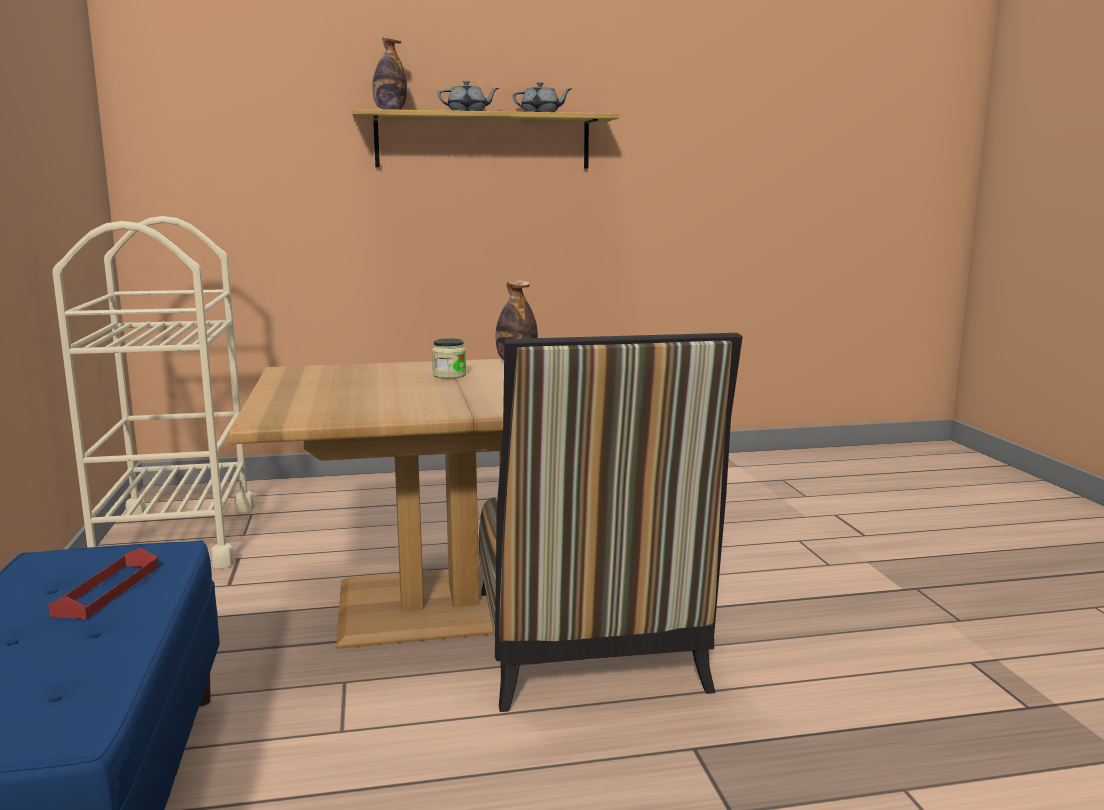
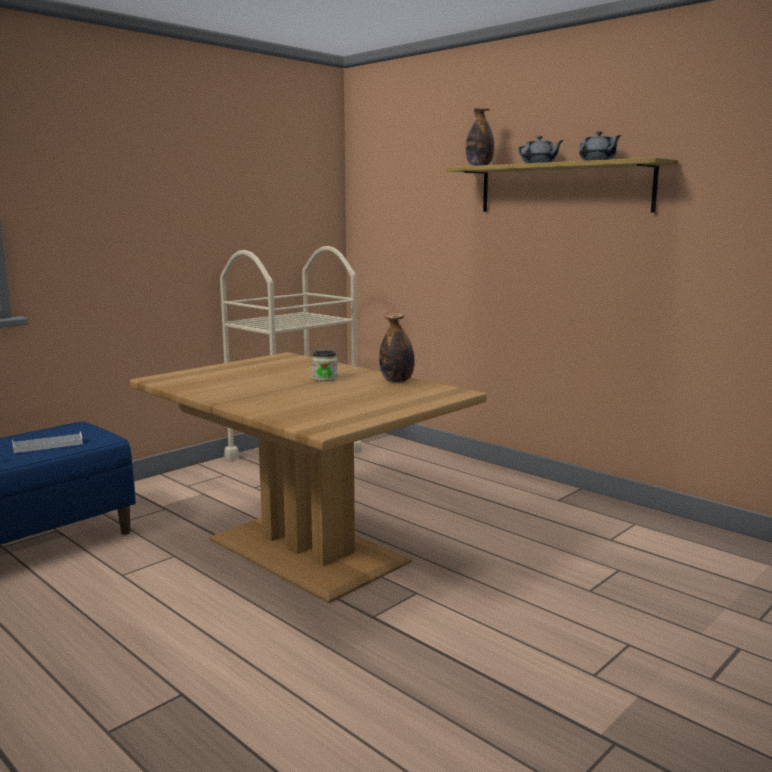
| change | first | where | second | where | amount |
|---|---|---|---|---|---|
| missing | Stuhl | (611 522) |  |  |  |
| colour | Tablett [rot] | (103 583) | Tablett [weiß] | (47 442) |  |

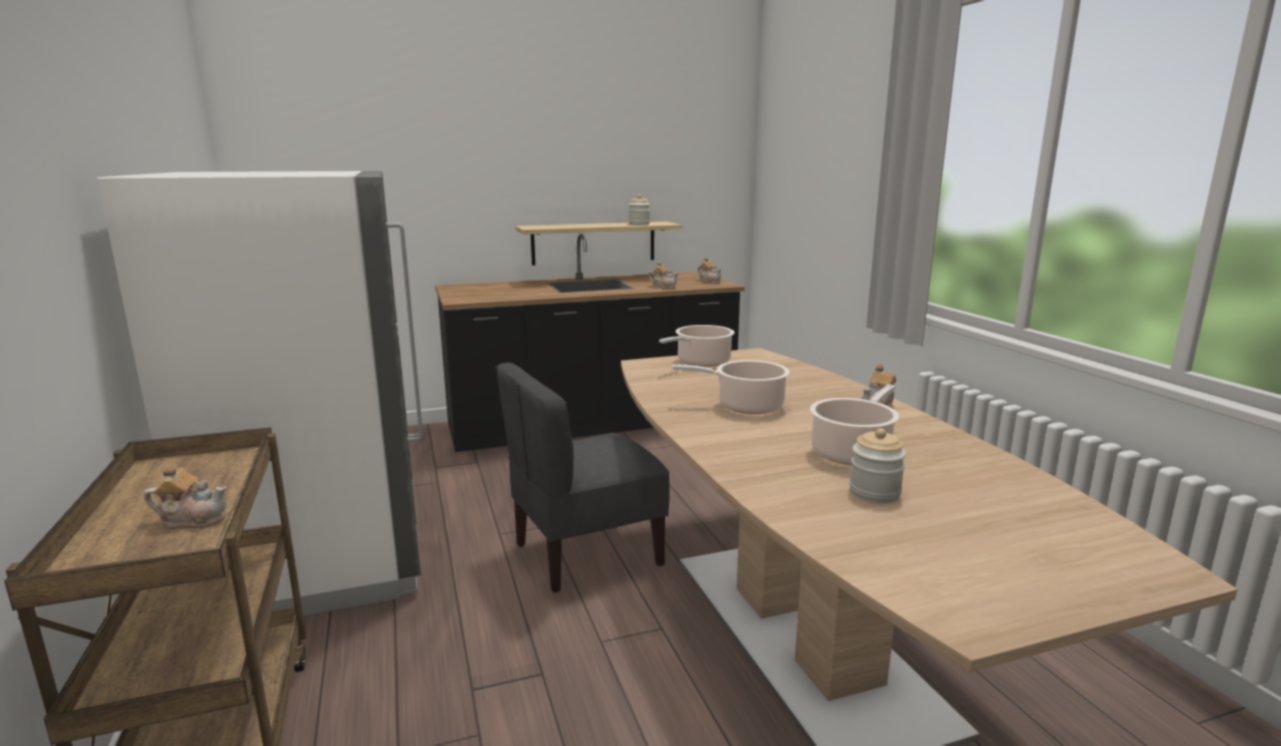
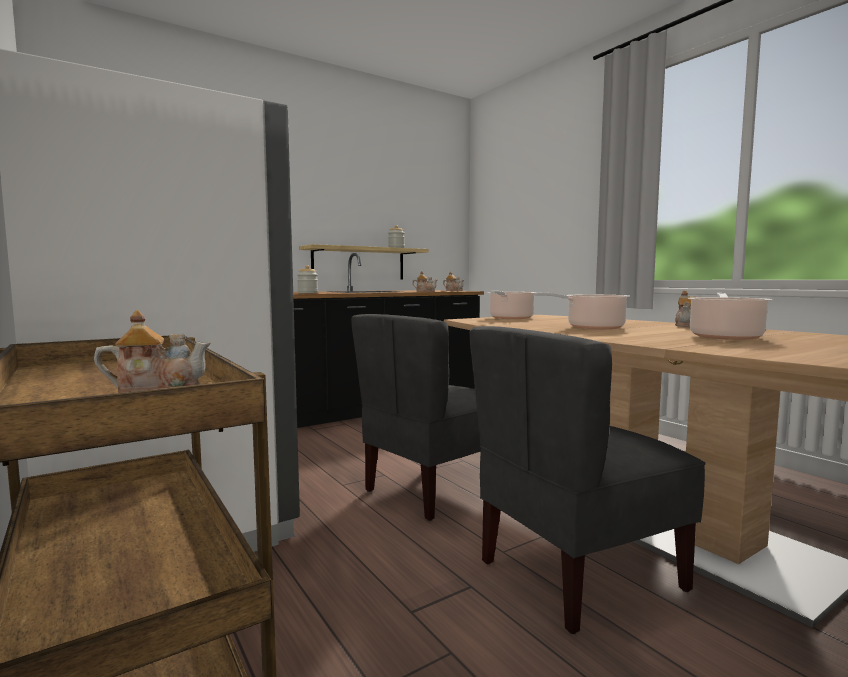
| change | first | where | second | where | amount |
|---|---|---|---|---|---|
| appeared |  |  | Stuhl [grau] | (587 480) |  |
| relocated | Vorratsglas | (877 465) |  | (307 279) |  |

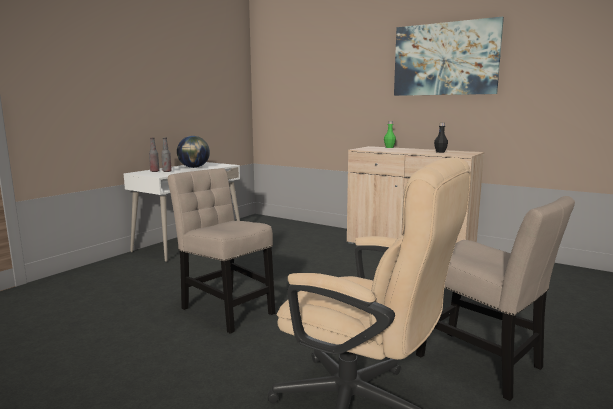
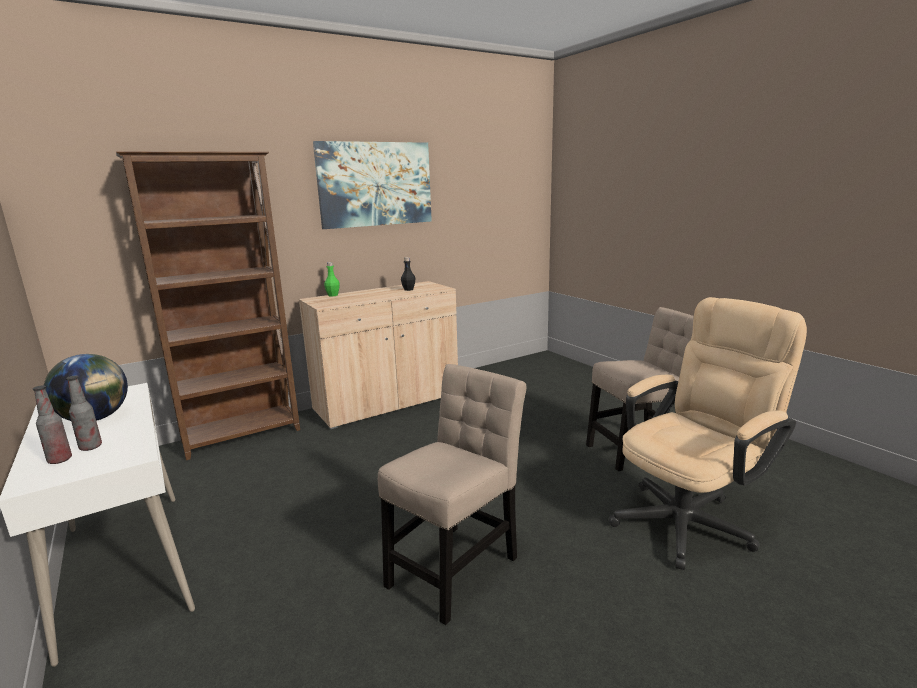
| change | first | where | second | where | amount |
|---|---|---|---|---|---|
| appeared |  |  | Bücherregal [braun] | (208 305) |  |
| spun | Stuhl [beige] | (221 251) |  | (452 494) | 150 degrees clockwise |

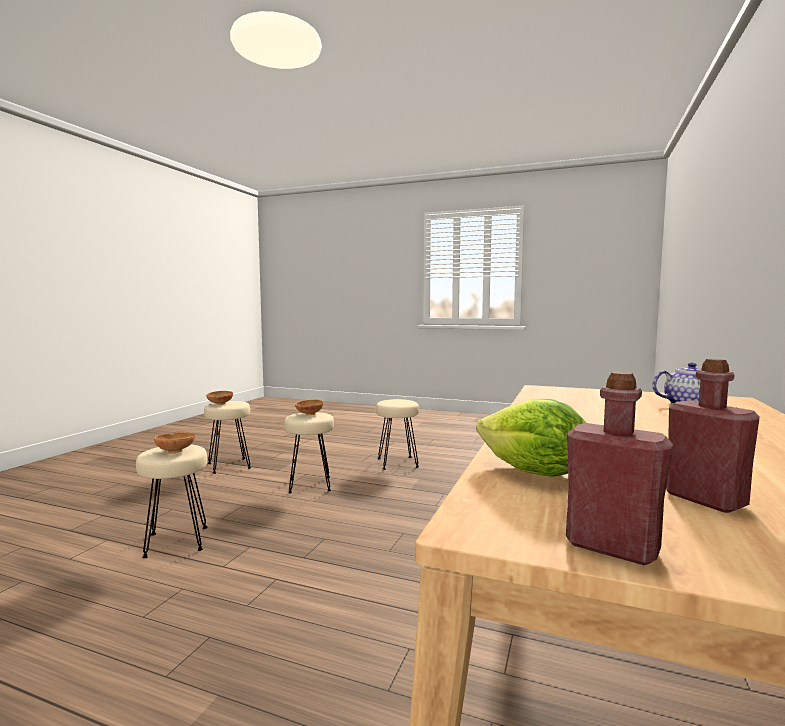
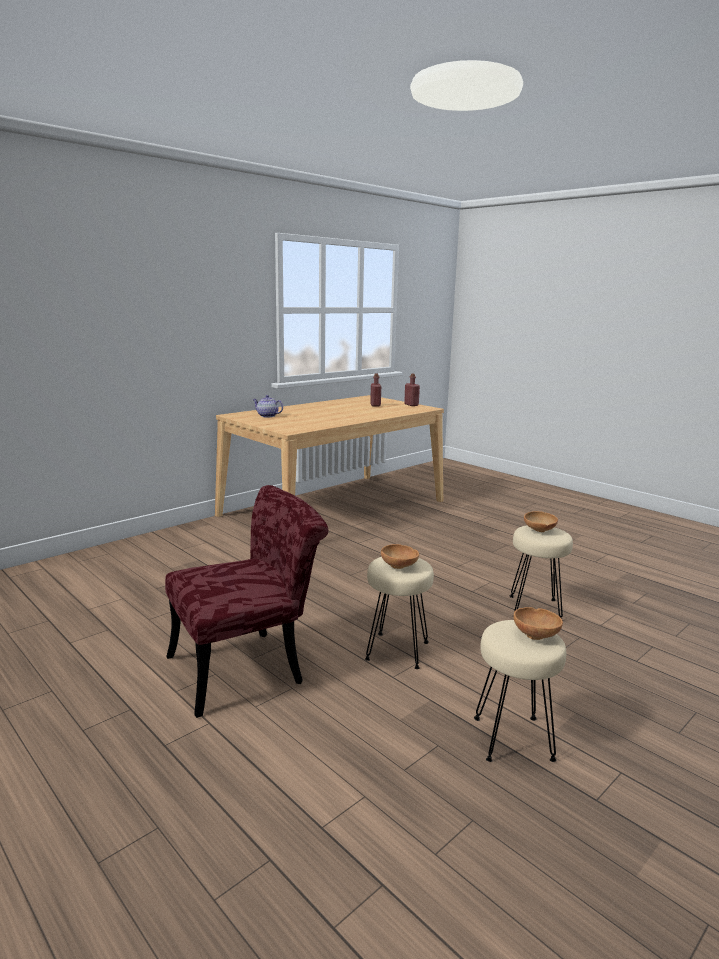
| change | first | where | second | where | amount |
|---|---|---|---|---|---|
| missing | Salatkopf | (531 438) |  |  |  |
| exchanged | Hocker [beige] | (397 434) | Stuhl [rot] | (246 601) |  |

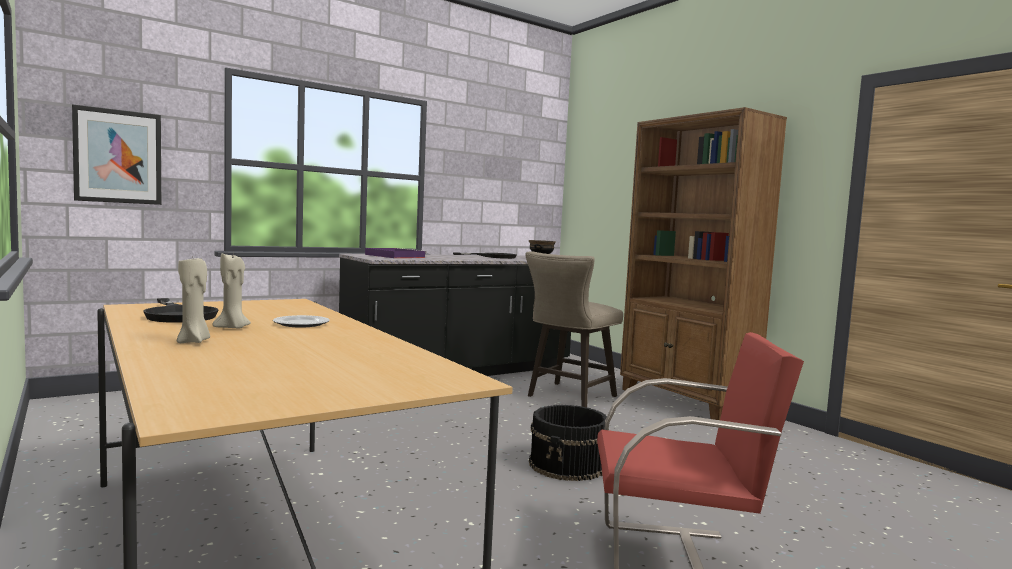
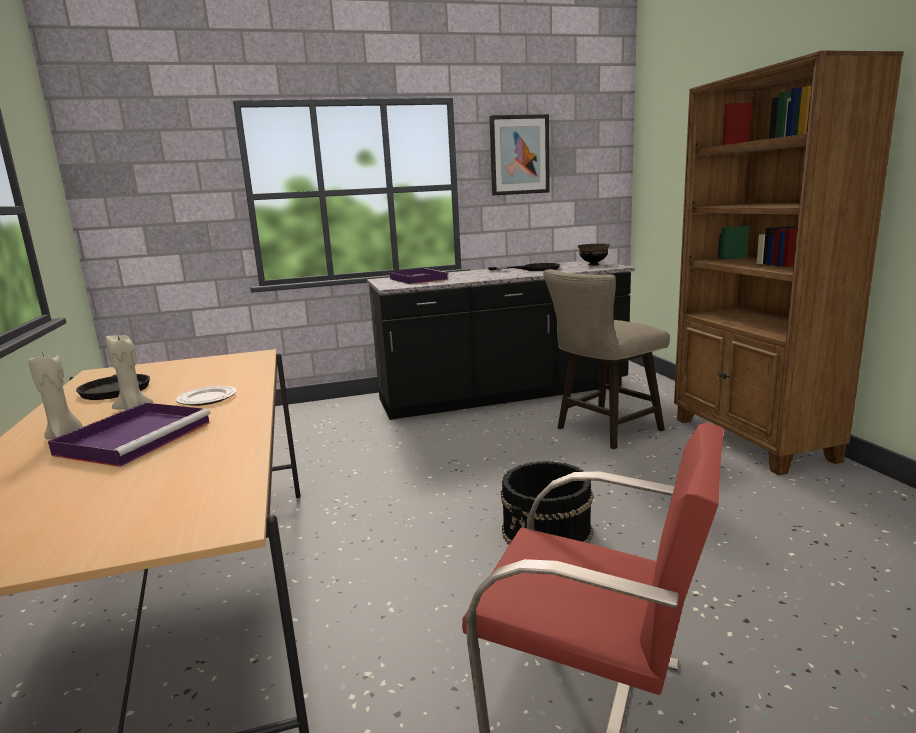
| change | first | where | second | where | amount |
|---|---|---|---|---|---|
| appeared |  |  | Tablett [lila] | (129 435) |  |
| relocated | Bild | (116 154) |  | (519 155) |  |

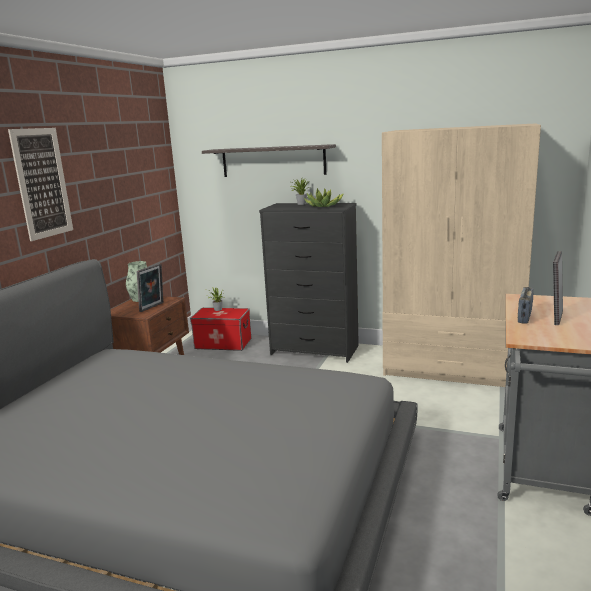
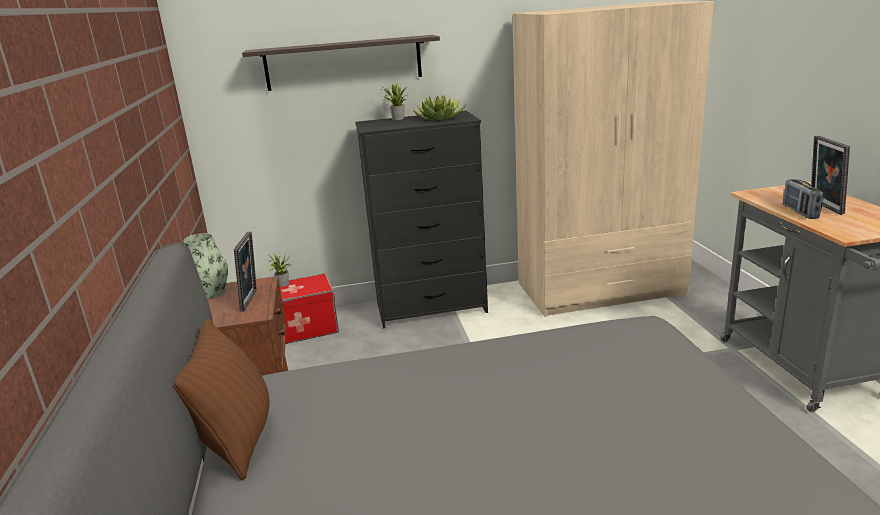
| change | first | where | second | where | amount |
|---|---|---|---|---|---|
| missing | Bild | (40 184) |  |  |  |
| appeared |  |  | Kissen [braun] | (221 399) |  |

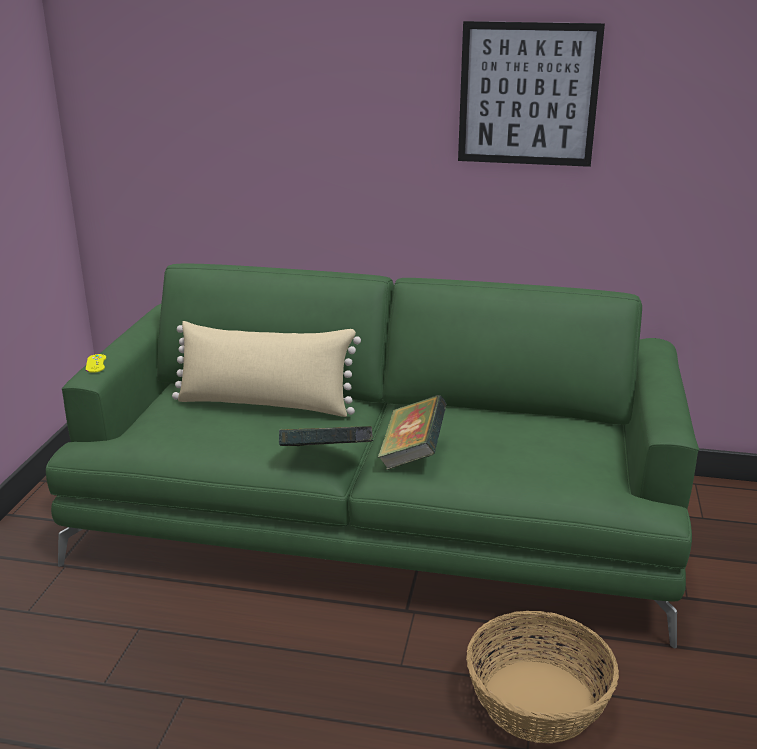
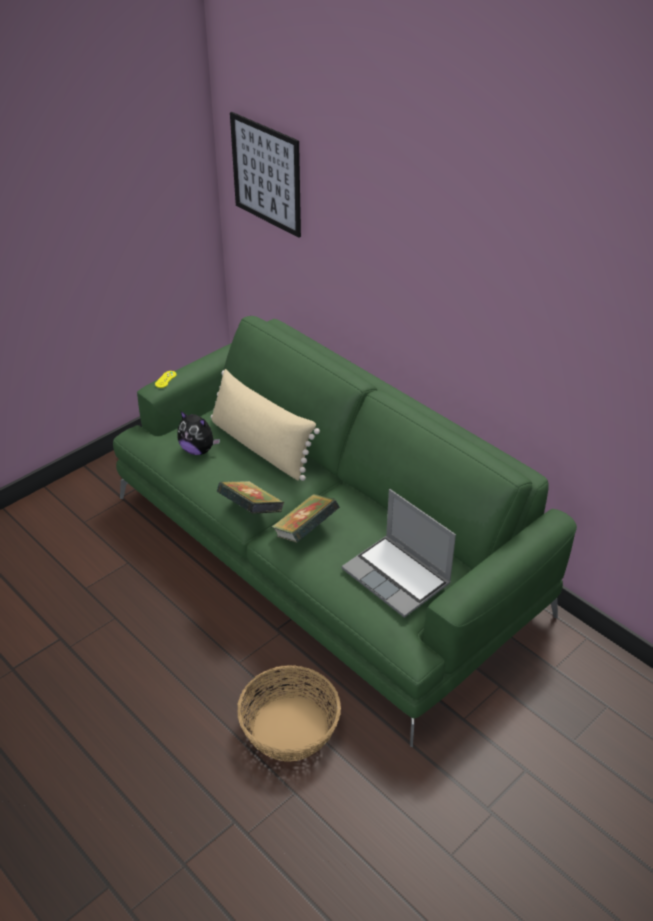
| change | first | where | second | where | amount |
|---|---|---|---|---|---|
| appeared |  |  | Plüschtier | (198 433) |  |
| appeared |  |  | Laptop | (399 553) |  |
| relocated | Bild | (531 94) |  | (265 175) |  |

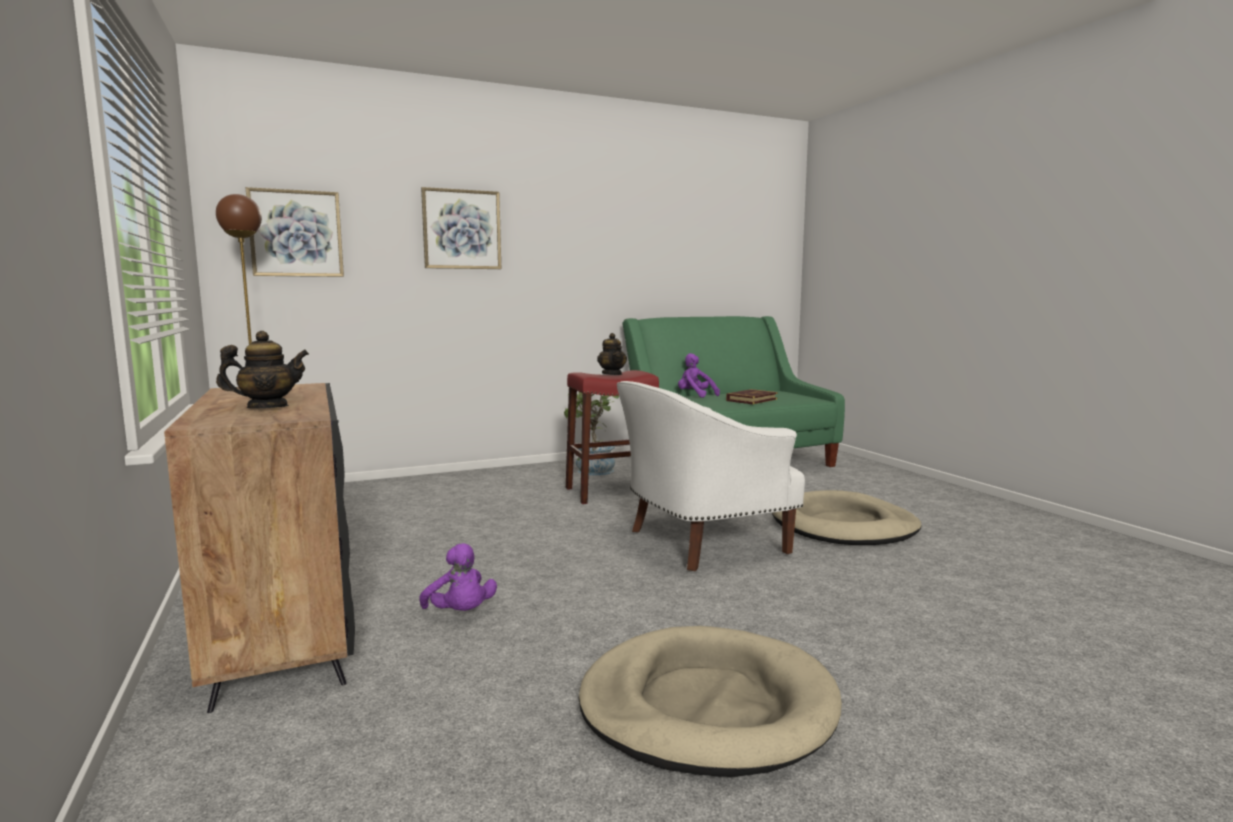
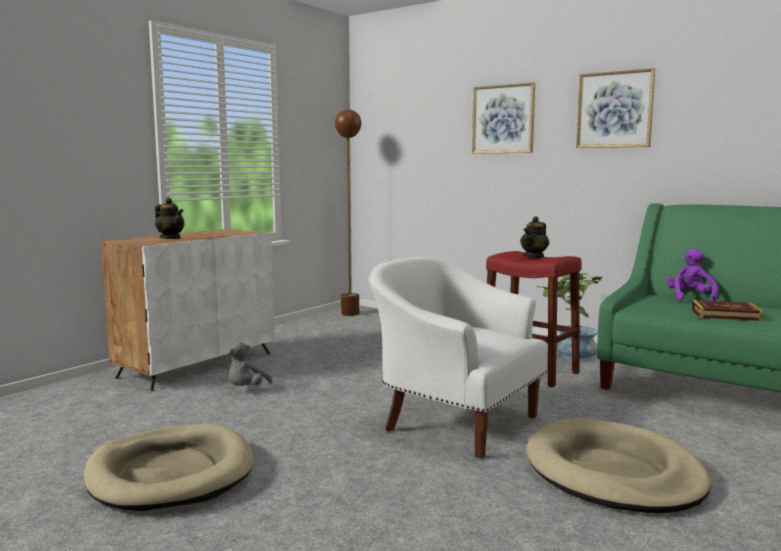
| change | first | where | second | where | amount |
|---|---|---|---|---|---|
| relocated | Bild | (294 232) |  | (615 108) |  |
| colour | Schrank [schwarz] | (259 548) | Schrank [weiß] | (188 310) |  |
| colour | Plüschtier [lila] | (458 577) | Plüschtier [grau] | (250 364) |  |

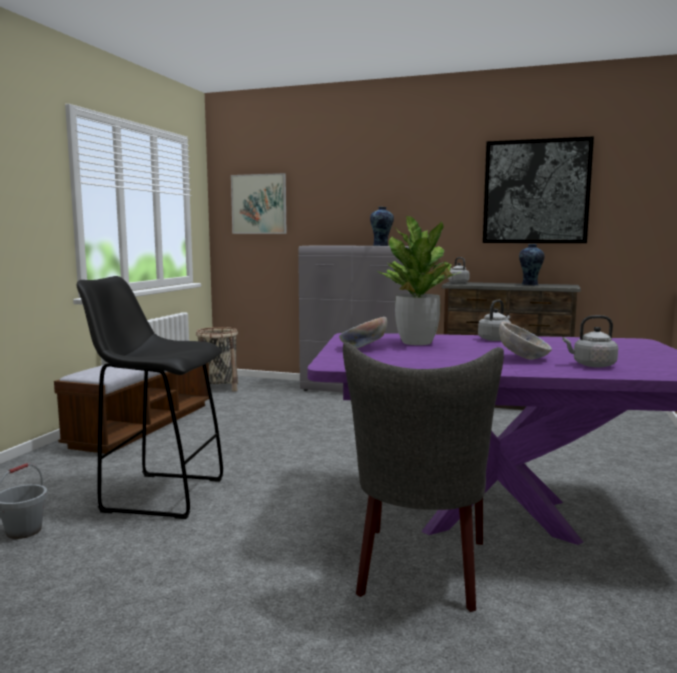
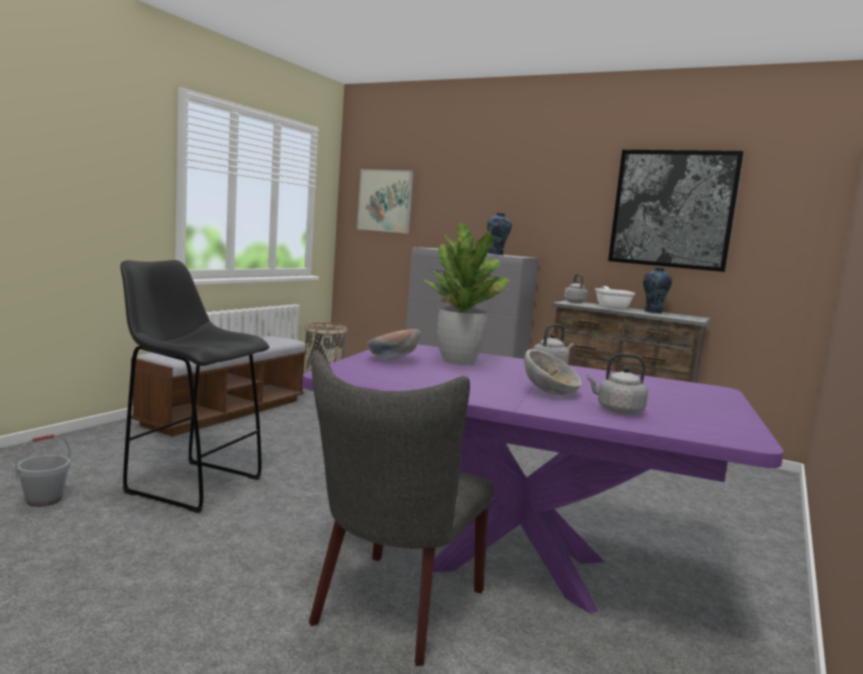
| change | first | where | second | where | amount |
|---|---|---|---|---|---|
| appeared |  |  | Pfanne | (615 298) |  |

